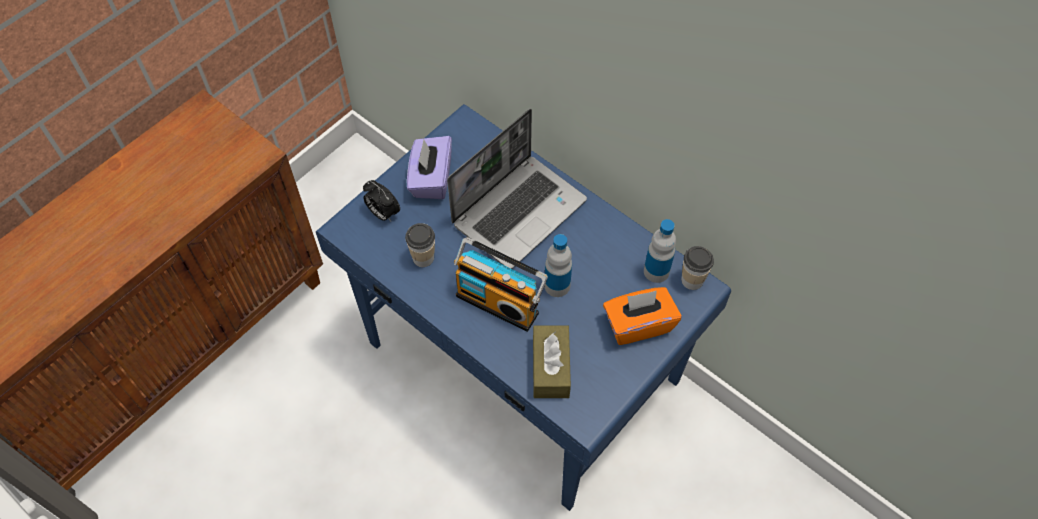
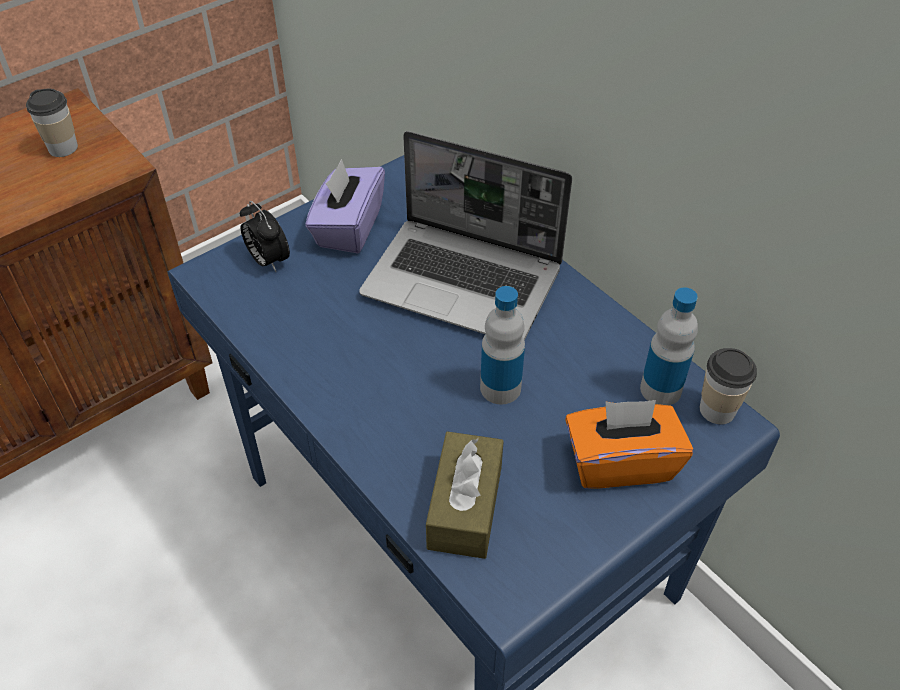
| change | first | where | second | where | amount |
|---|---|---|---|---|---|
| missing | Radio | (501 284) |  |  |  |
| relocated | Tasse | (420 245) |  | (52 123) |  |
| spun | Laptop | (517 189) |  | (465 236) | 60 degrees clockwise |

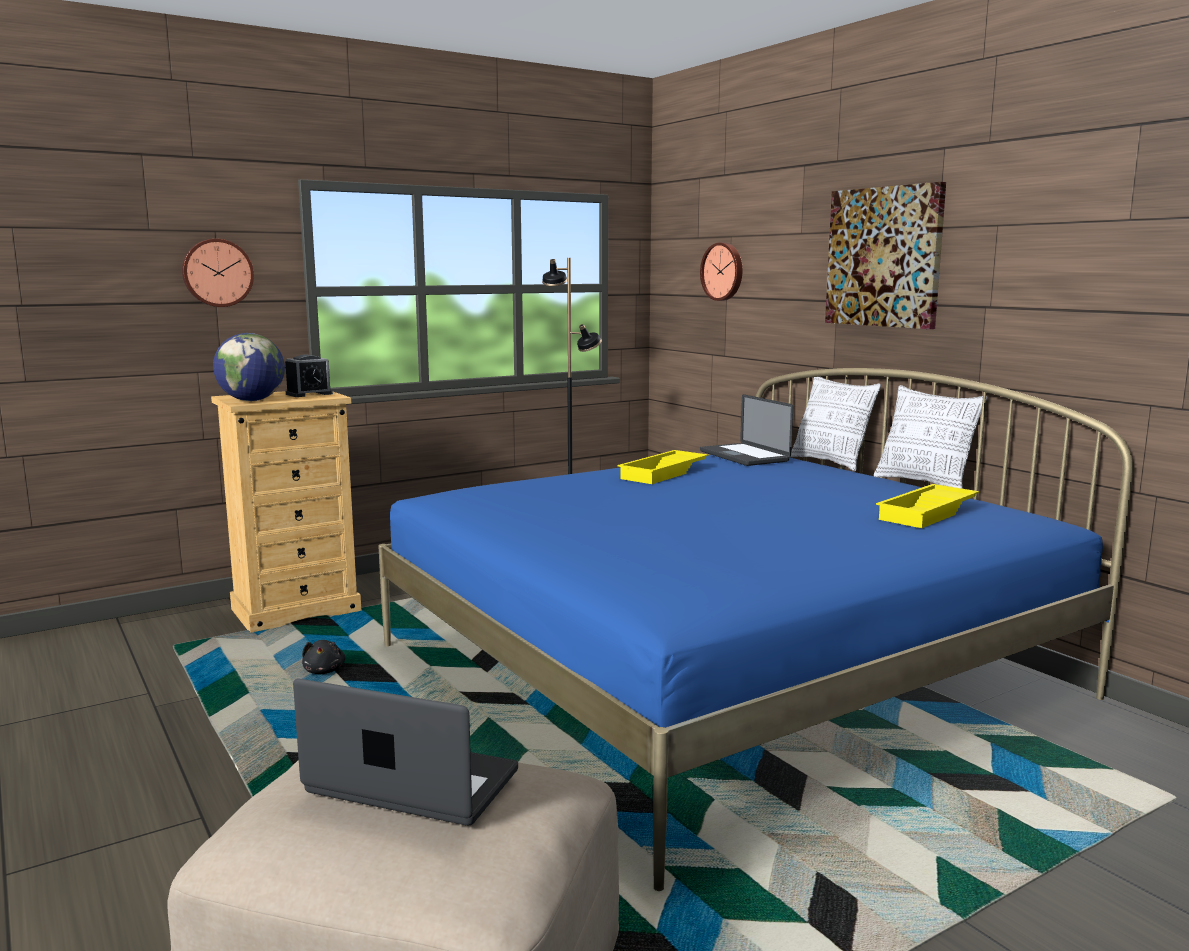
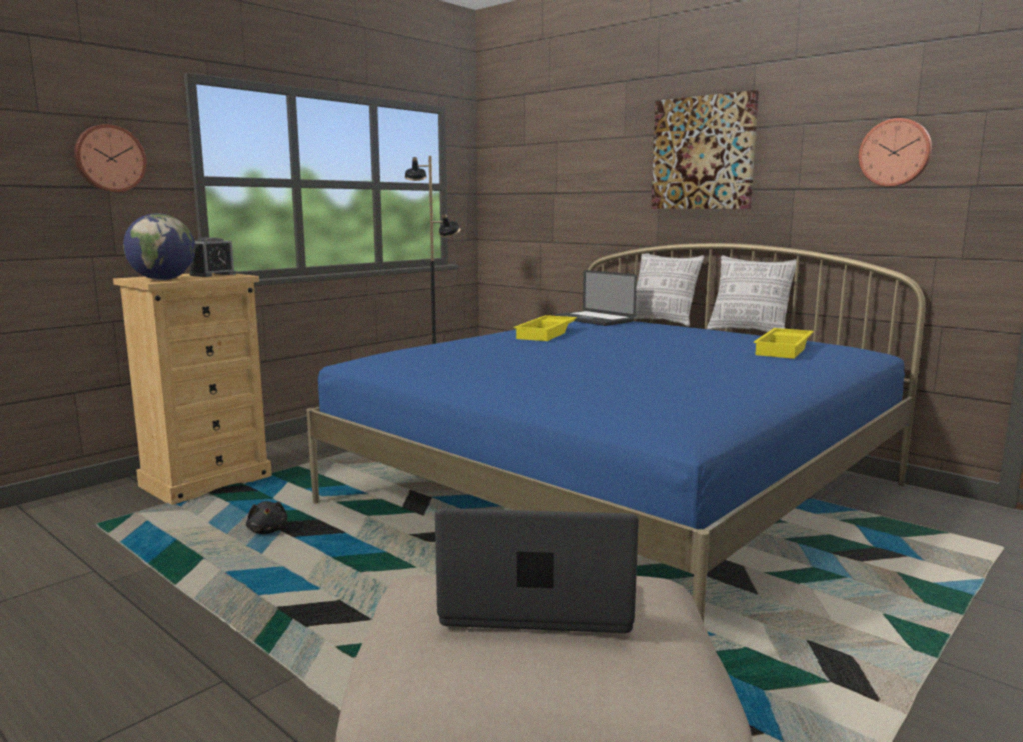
| change | first | where | second | where | amount |
|---|---|---|---|---|---|
| relocated | Wanduhr | (721 272) |  | (895 152) |  |

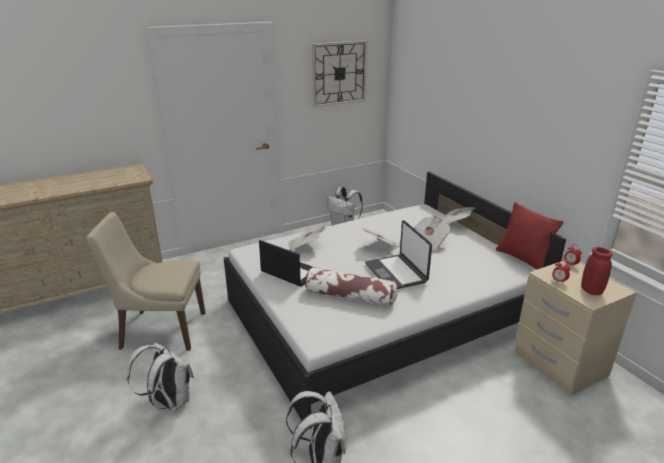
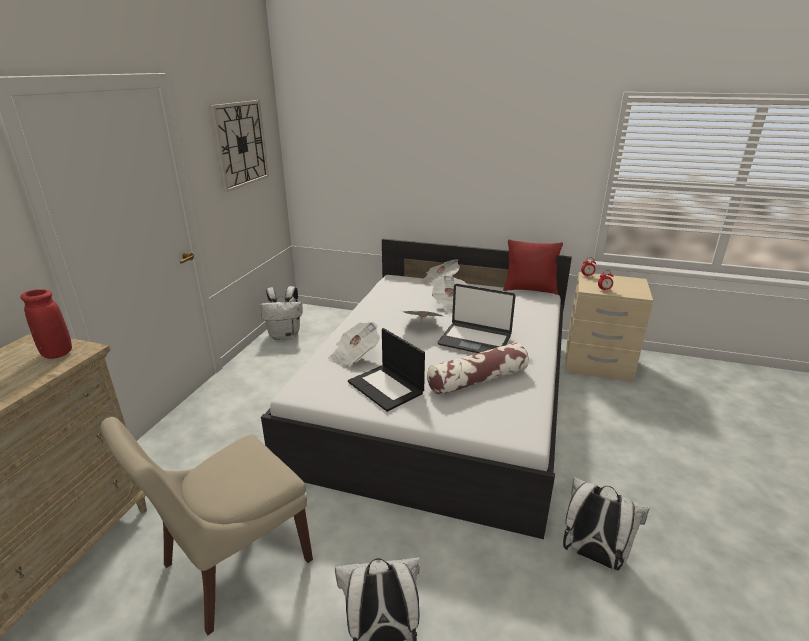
| change | first | where | second | where | amount |
|---|---|---|---|---|---|
| relocated | Vase [rot] | (597 271) |  | (46 324) |  |
| spun | Laptop | (287 263) |  | (386 370) | 120 degrees counterclockwise |

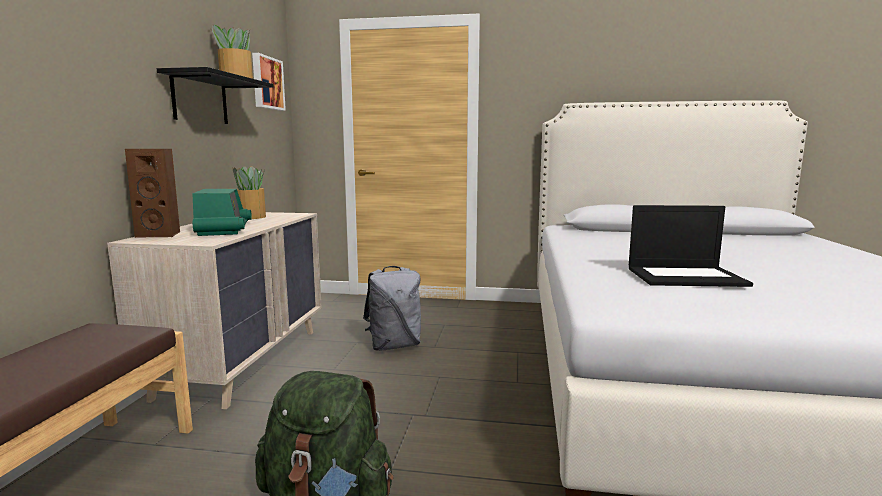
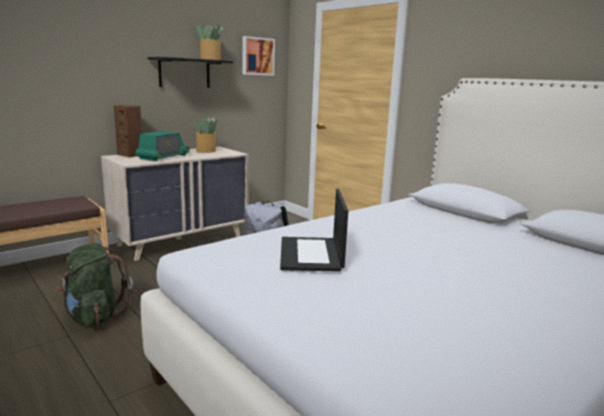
| change | first | where | second | where | amount |
|---|---|---|---|---|---|
| spun | Laptop | (691 246) |  | (314 230) | 45 degrees clockwise |

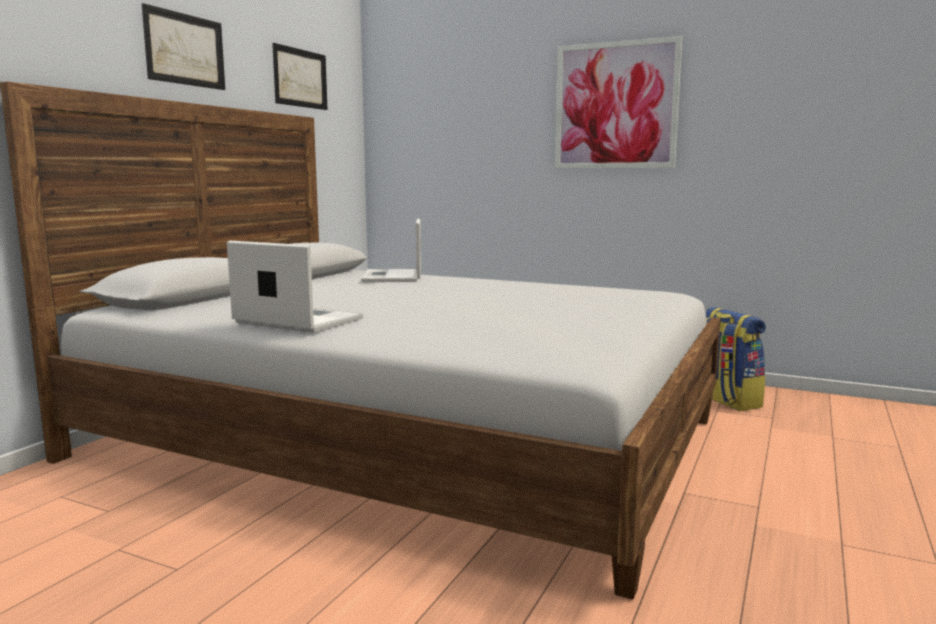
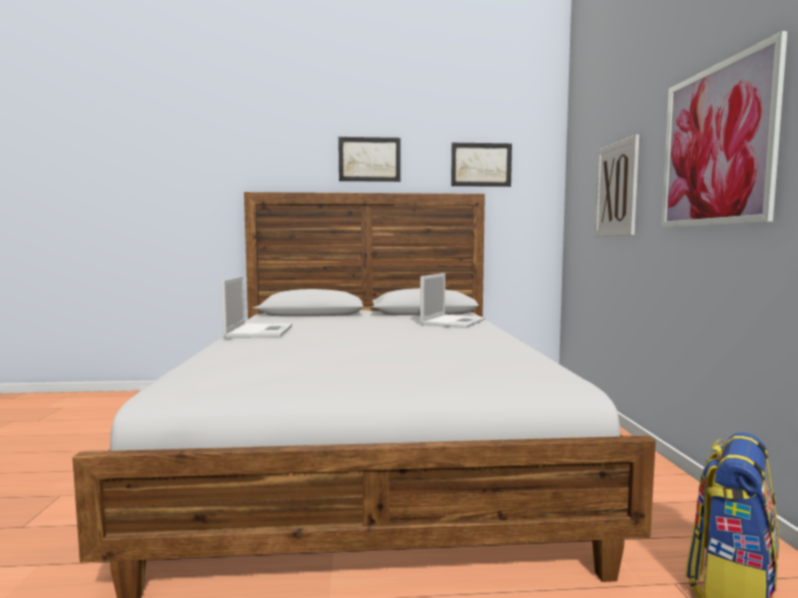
| change | first | where | second | where | amount |
|---|---|---|---|---|---|
| appeared |  |  | Bild | (616 185) |  |
| spun | Laptop | (391 250) |  | (452 300) | 150 degrees clockwise |

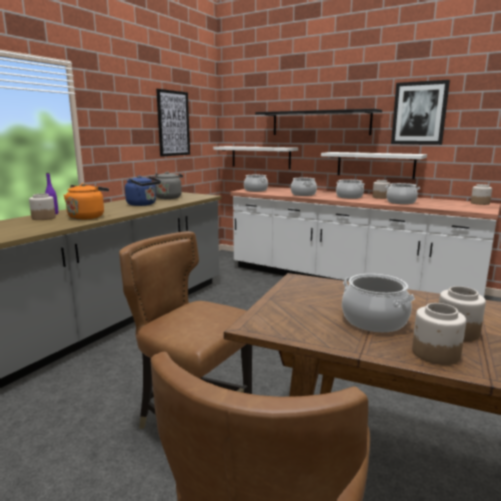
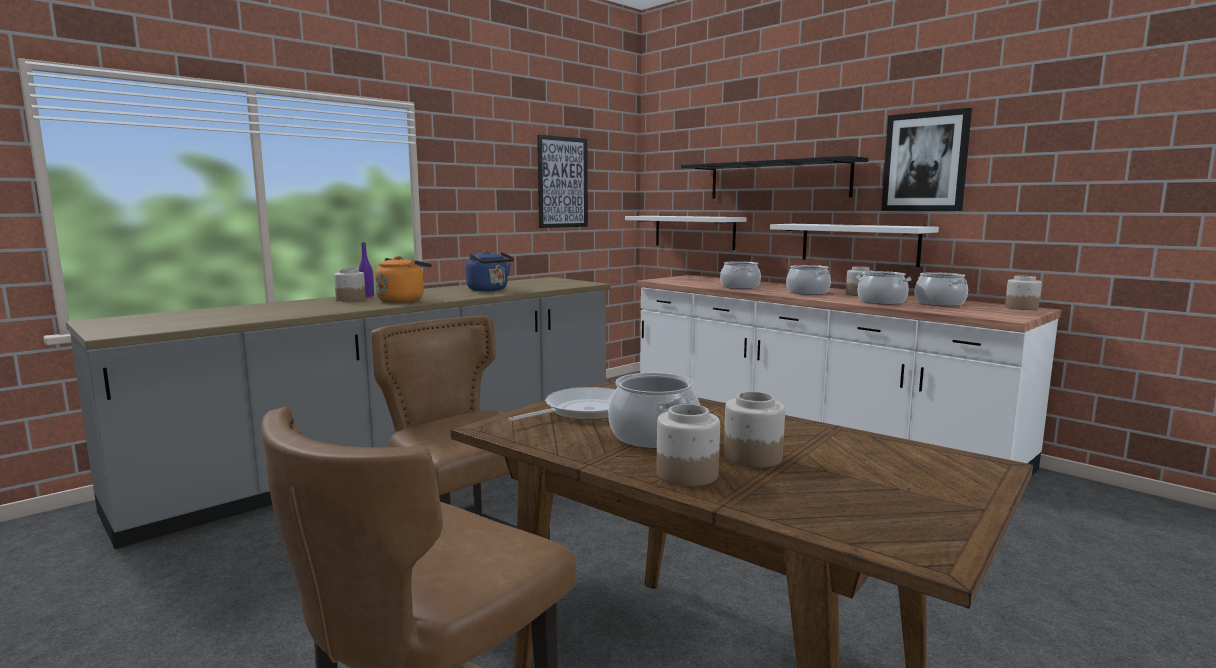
| change | first | where | second | where | amount |
|---|---|---|---|---|---|
| missing | Wasserkessel [grau] | (168 185) |  |  |  |
| appeared |  |  | Pfanne | (561 404) |  |
| relocated | Kochtopf | (256 183) |  | (941 289) |  |

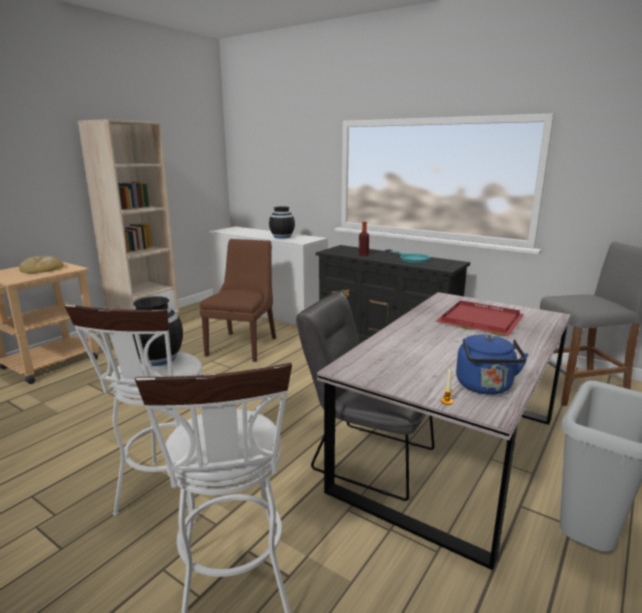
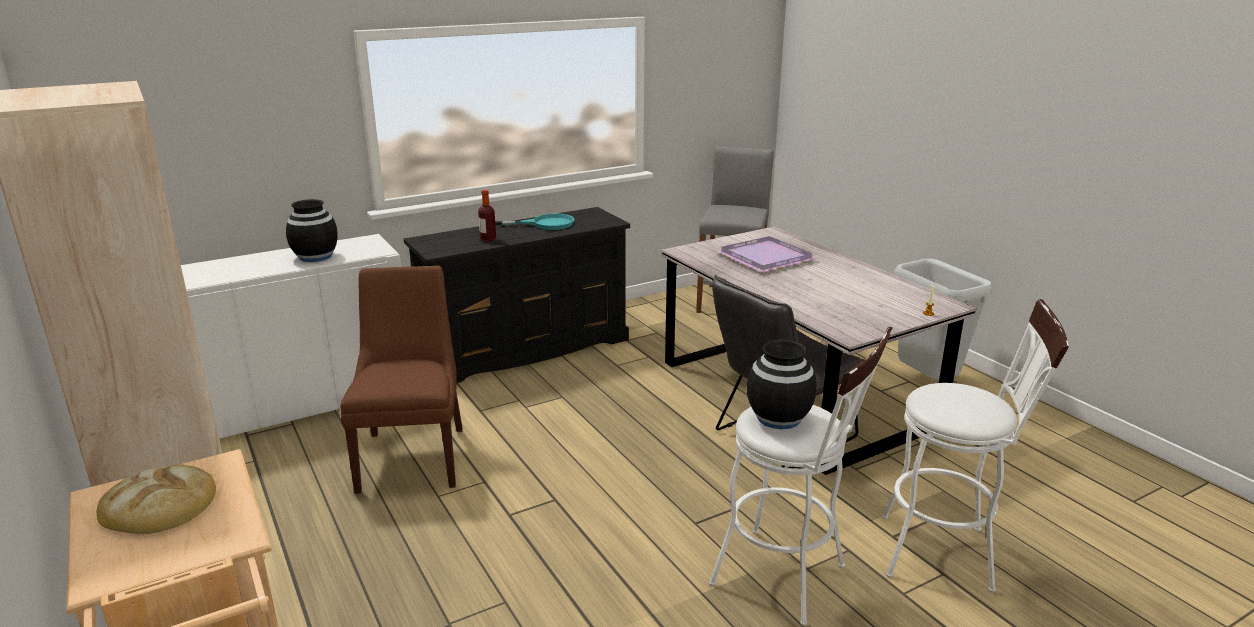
| change | first | where | second | where | amount |
|---|---|---|---|---|---|
| missing | Wasserkessel [blau] | (492 365) |  |  |  |
| colour | Tablett [rot] | (479 318) | Tablett [lila] | (767 254) |  |
| spun | Stuhl [braun] | (238 300) |  | (401 380) | 45 degrees clockwise |

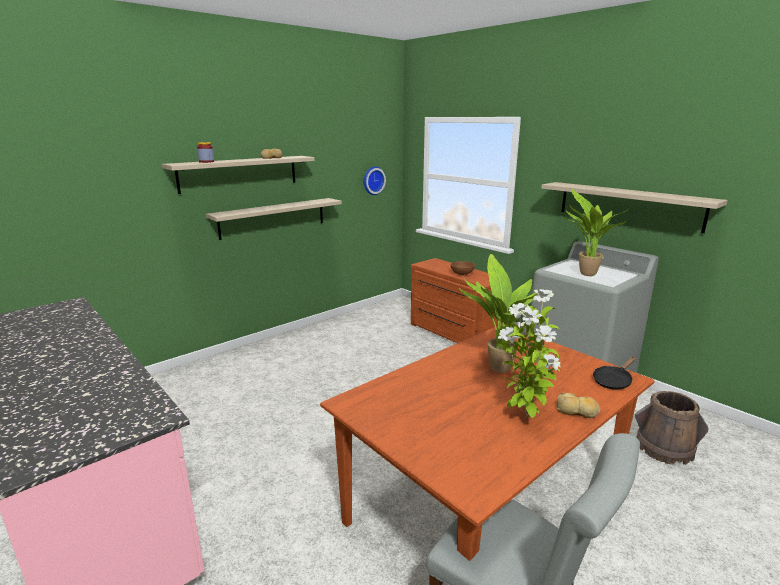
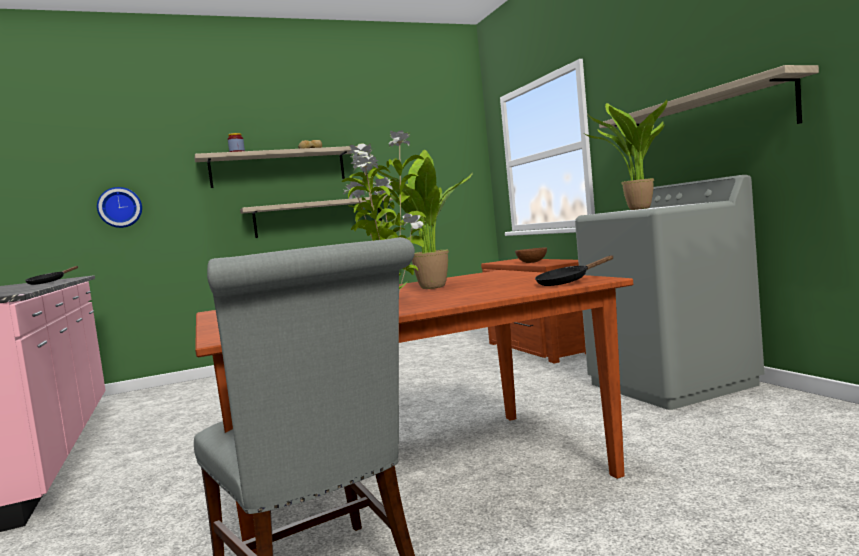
| change | first | where | second | where | amount |
|---|---|---|---|---|---|
| missing | Brot | (578 405) |  |  |  |
| missing | Eimer [braun] | (672 428) |  |  |  |
| appeared |  |  | Pfanne [schwarz] | (51 275) |  |
| relocated | Wanduhr | (375 180) |  | (119 207) |  |

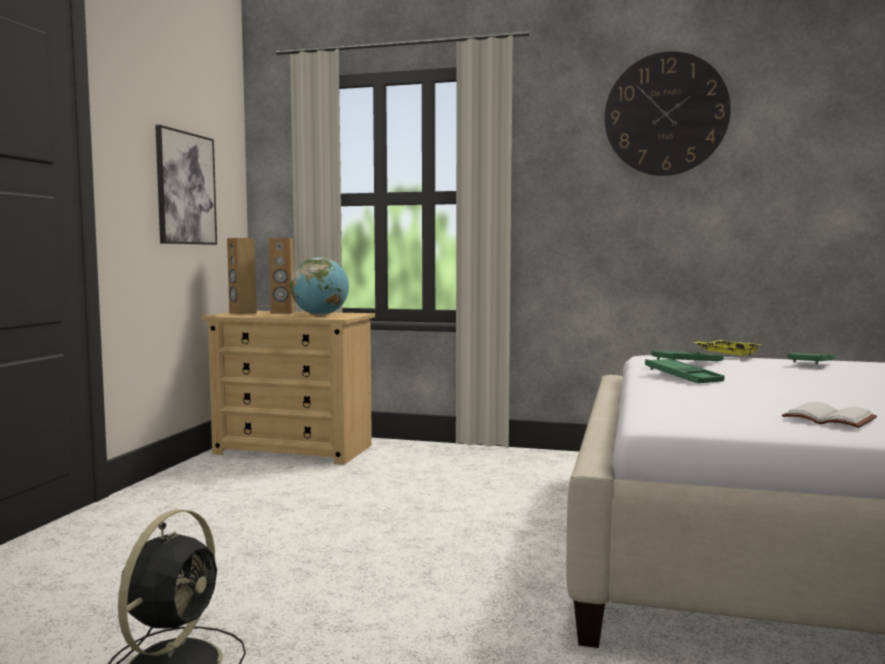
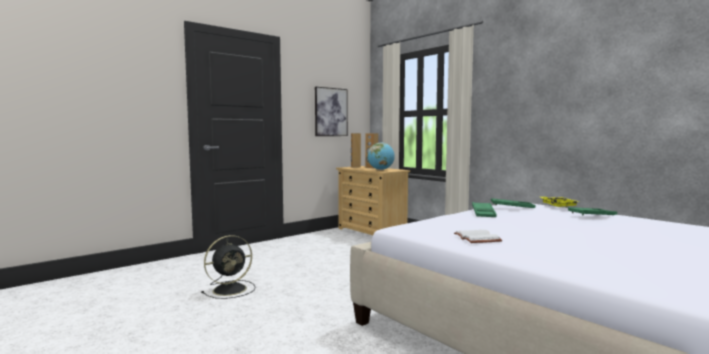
| change | first | where | second | where | amount |
|---|---|---|---|---|---|
| missing | Wanduhr | (667 113) |  |  |  |

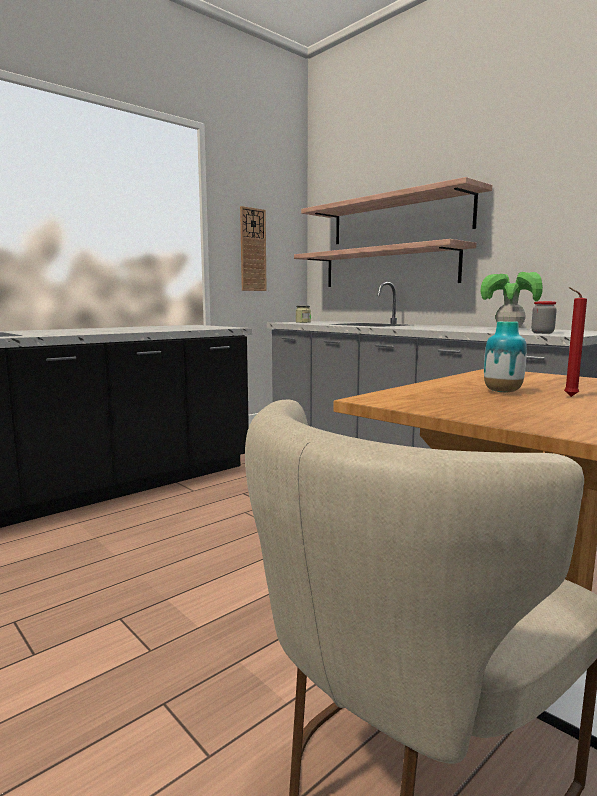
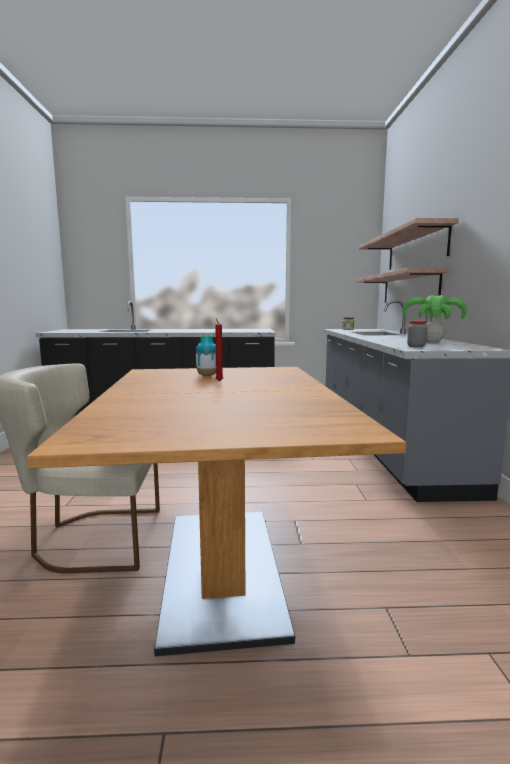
| change | first | where | second | where | amount |
|---|---|---|---|---|---|
| missing | Wanduhr | (253 248) |  |  |  |

